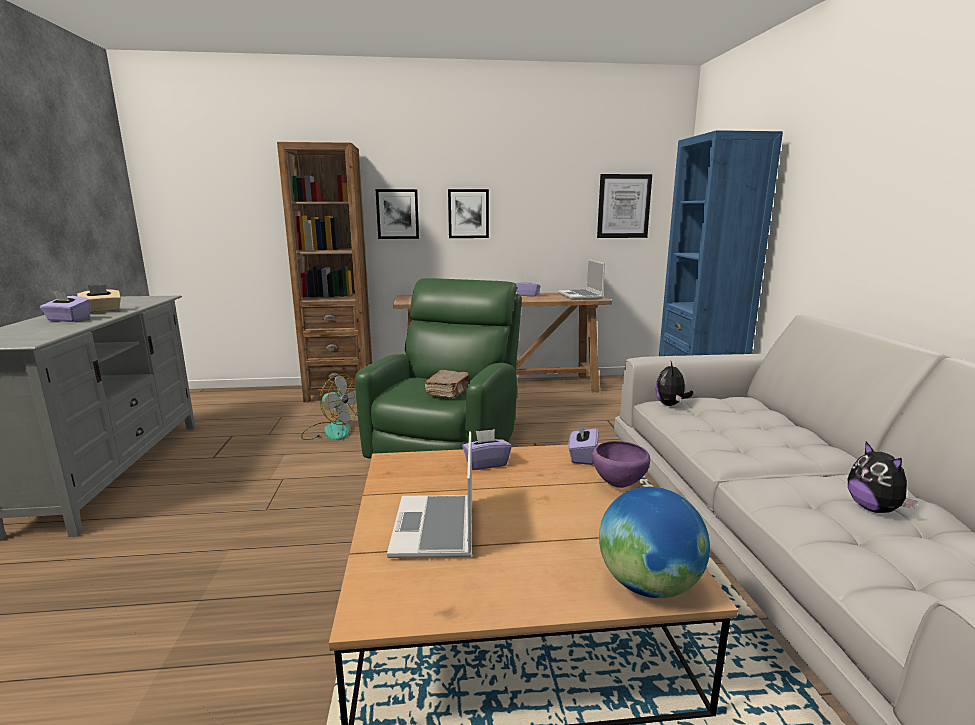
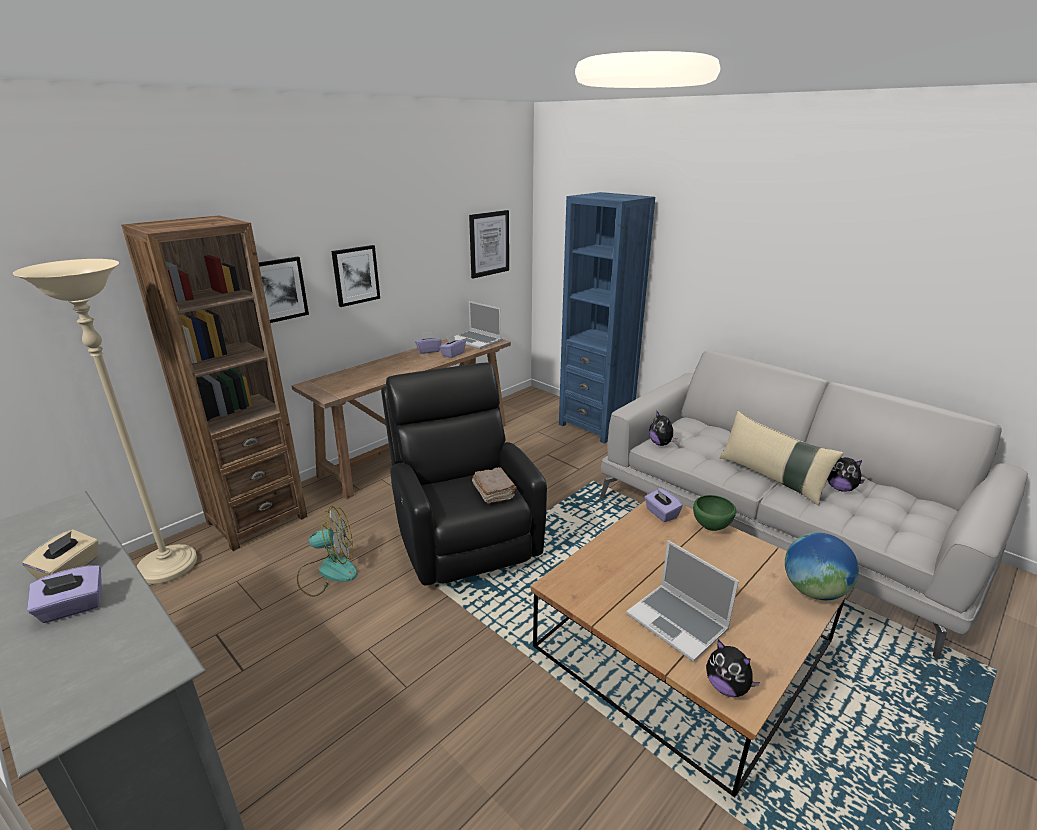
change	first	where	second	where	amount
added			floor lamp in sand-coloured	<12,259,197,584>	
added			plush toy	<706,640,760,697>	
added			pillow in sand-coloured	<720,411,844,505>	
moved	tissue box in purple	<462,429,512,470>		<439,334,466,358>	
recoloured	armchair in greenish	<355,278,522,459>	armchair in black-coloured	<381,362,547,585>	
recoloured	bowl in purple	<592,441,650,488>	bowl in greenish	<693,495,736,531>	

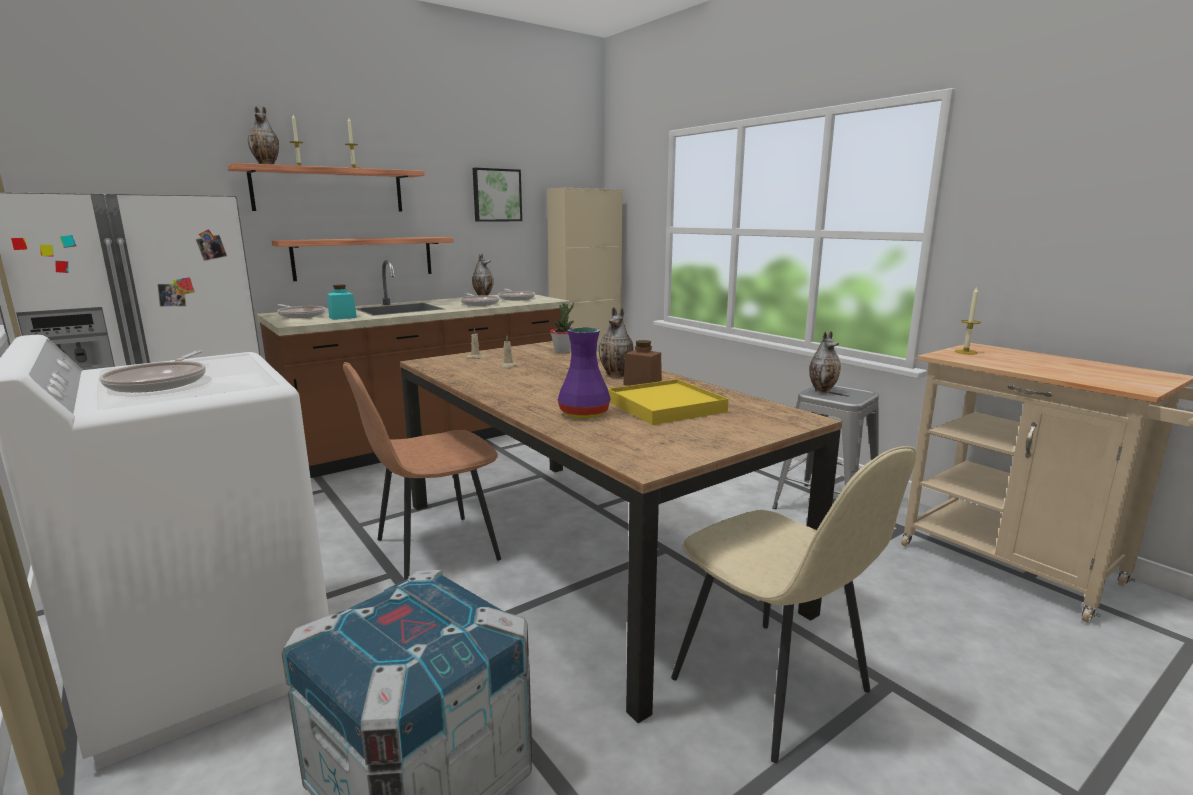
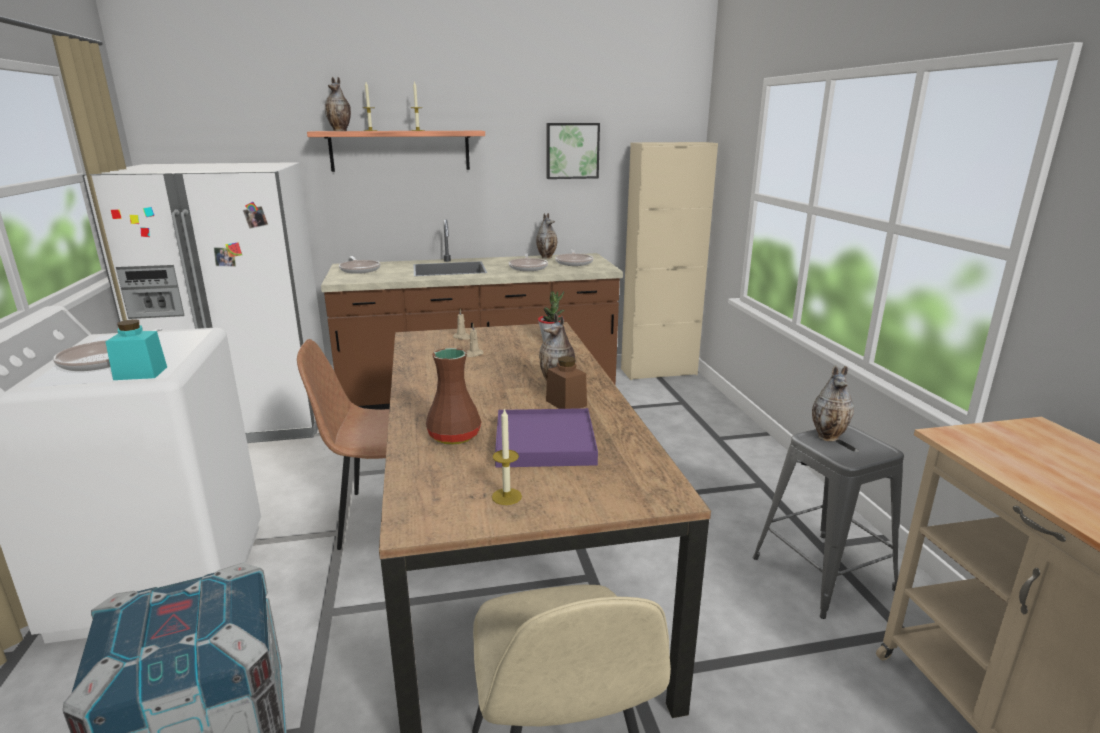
change	first	where	second	where	amount
removed	bracket shelf	<271,237,454,281>			
moved	storage jar in turquoise	<327,285,357,320>		<106,319,167,380>	
moved	wax light	<955,287,981,354>		<492,408,522,505>	
recoloured	decorative vase in purple	<558,327,611,418>	decorative vase in brownish	<426,348,481,445>	
recoloured	carrying tray in yellow-coloured	<608,379,729,425>	carrying tray in purple	<495,408,598,468>	

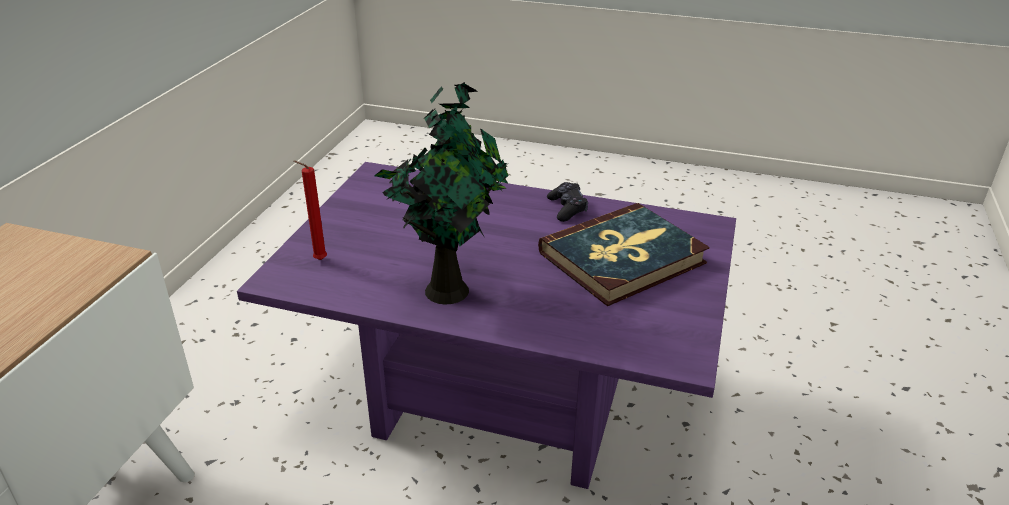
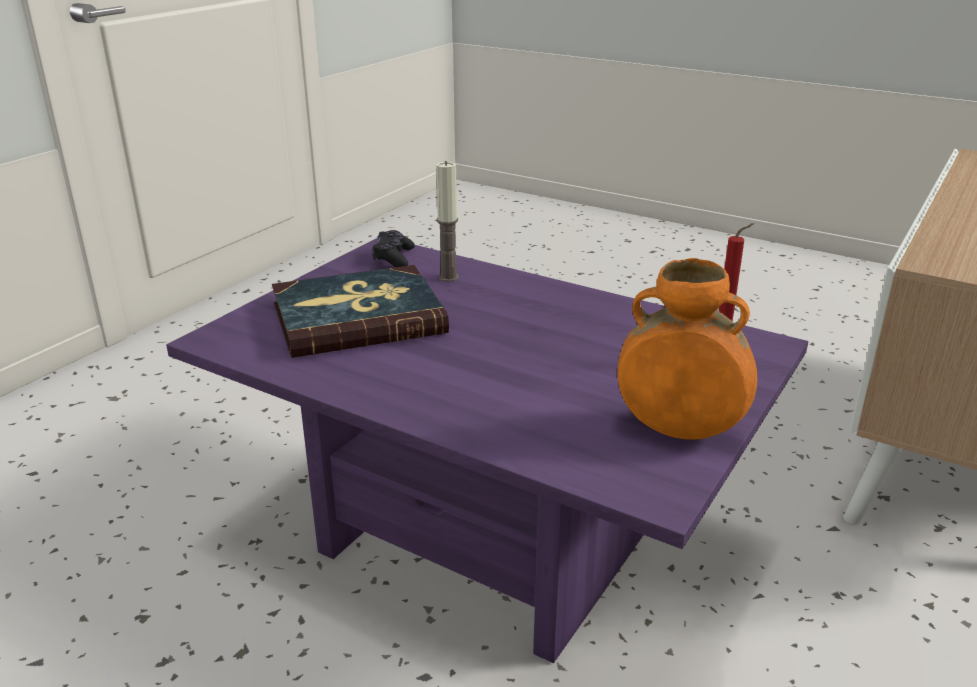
change	first	where	second	where	amount
removed	potted plant	<374,82,509,305>			
added			wax light	<436,161,459,282>	
added			decorative vase in orange-coloured	<617,258,757,440>	
moved	joypad in black-coloured	<547,182,588,222>		<372,230,415,267>	

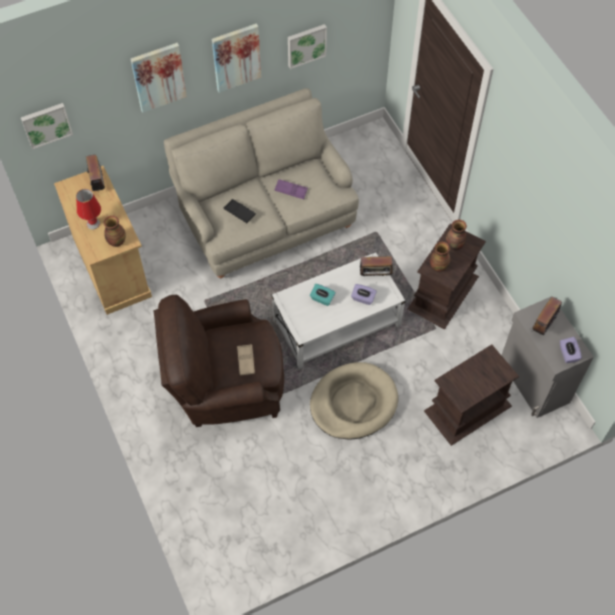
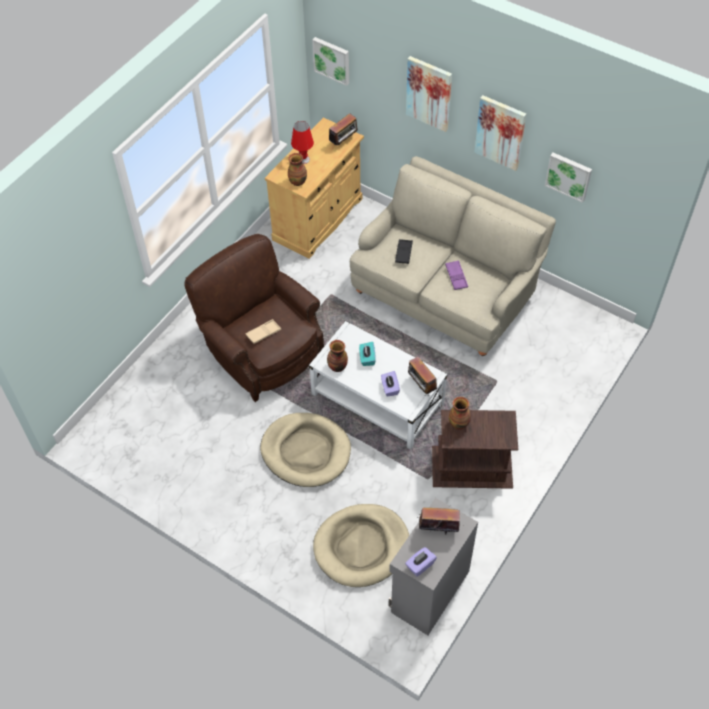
change	first	where	second	where	amount
moved	decorative vase	<446,219,467,251>		<327,340,348,372>	
replaced	end table in brownish	<424,344,519,446>	dog cushion in sand-coloured	<313,504,409,587>	

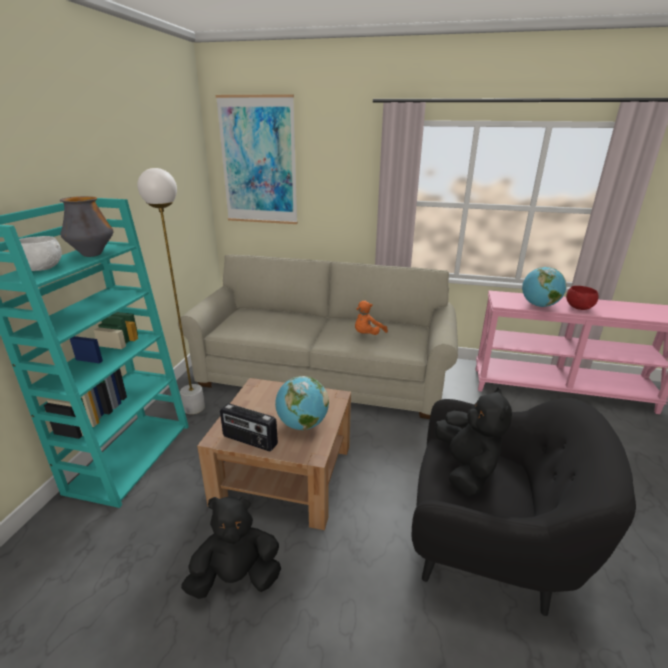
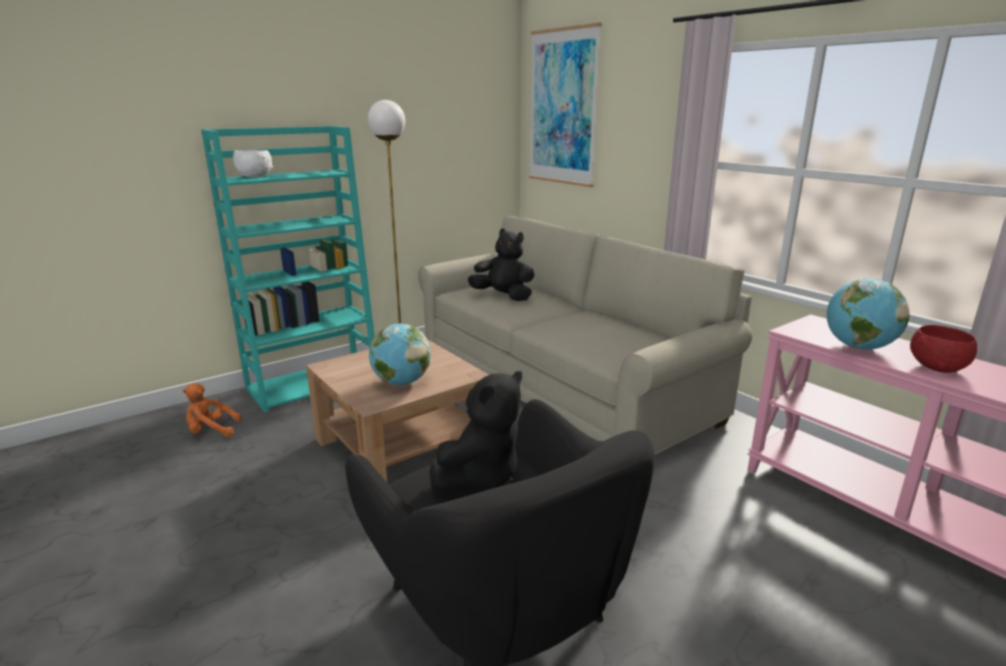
change	first	where	second	where	amount
removed	decorative vase	<60,196,113,257>			
removed	radio receiver	<220,403,278,451>			
moved	plush toy in black-coloured	<181,496,281,599>		<468,228,534,301>	
moved	plush toy in orange-coloured	<355,301,388,335>		<183,383,241,437>	

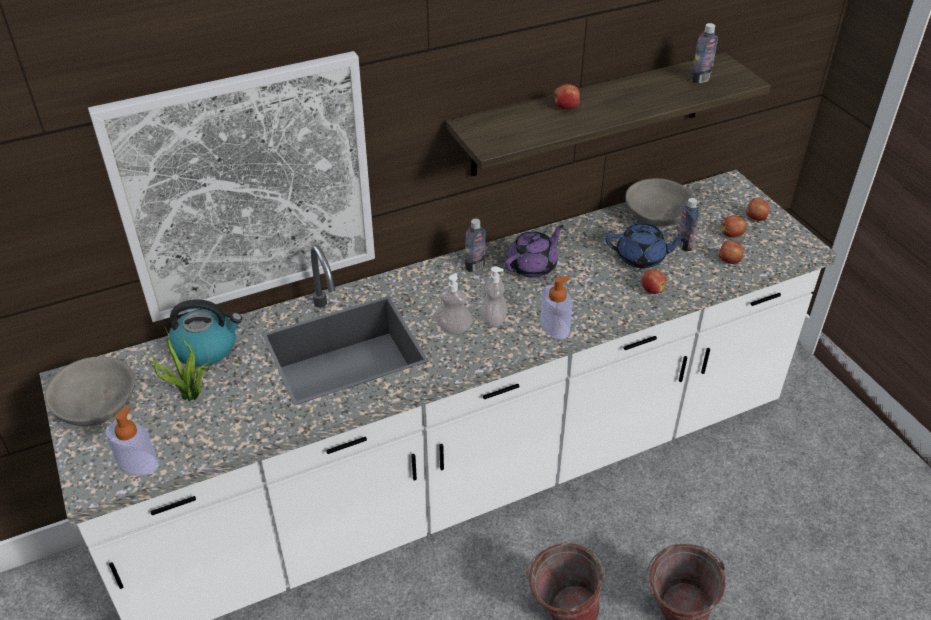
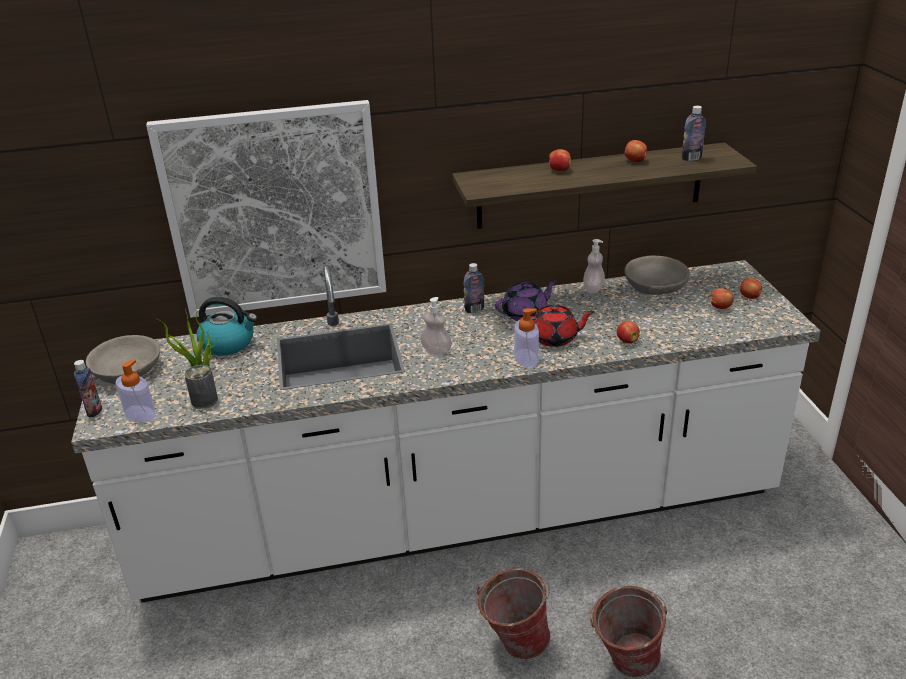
change	first	where	second	where	amount
removed	teapot in bluish	<606,223,687,268>			
added			sealed can	<184,365,218,409>	
added			teapot in red	<519,305,595,347>	
moved	soap bottle	<481,266,507,327>		<583,239,605,293>	
moved	drink bottle	<677,198,699,252>		<74,360,102,417>	
moved	apple fruit	<719,241,744,264>		<625,140,647,162>	

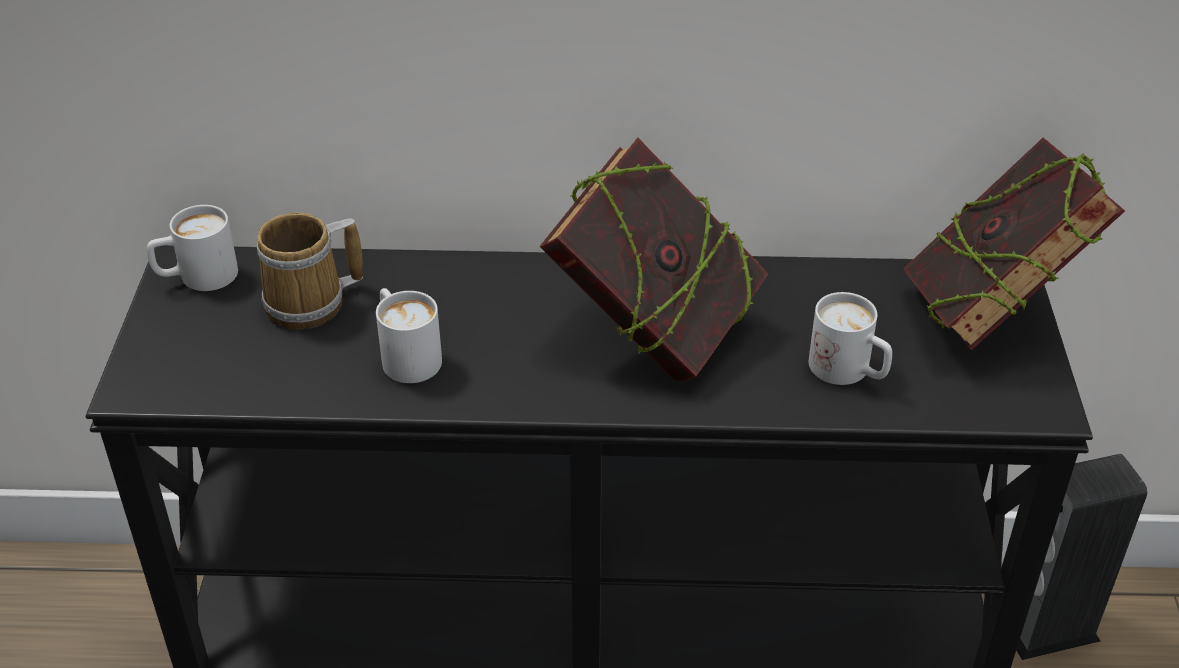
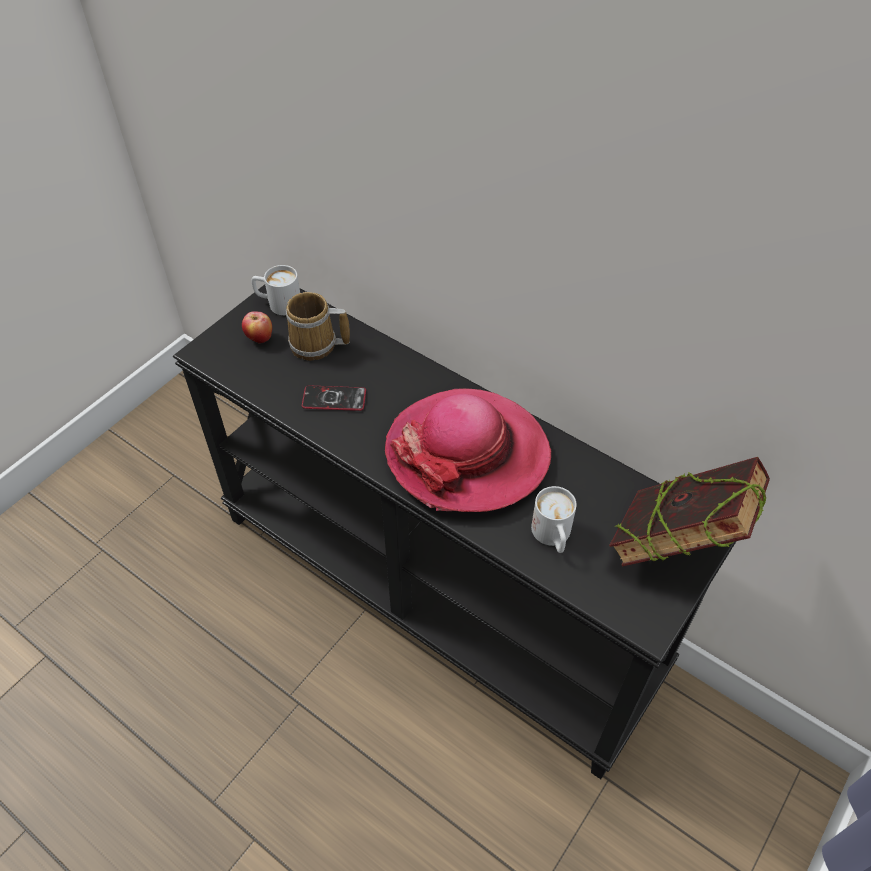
change	first	where	second	where	amount
removed	audio speaker	<1016,454,1147,660>			
added			apple fruit	<242,311,272,343>	
replaced	coffee mug in white	<376,288,442,383>	telephone	<302,386,366,411>	
replaced	bound book	<539,138,769,381>	hat	<385,388,551,512>	

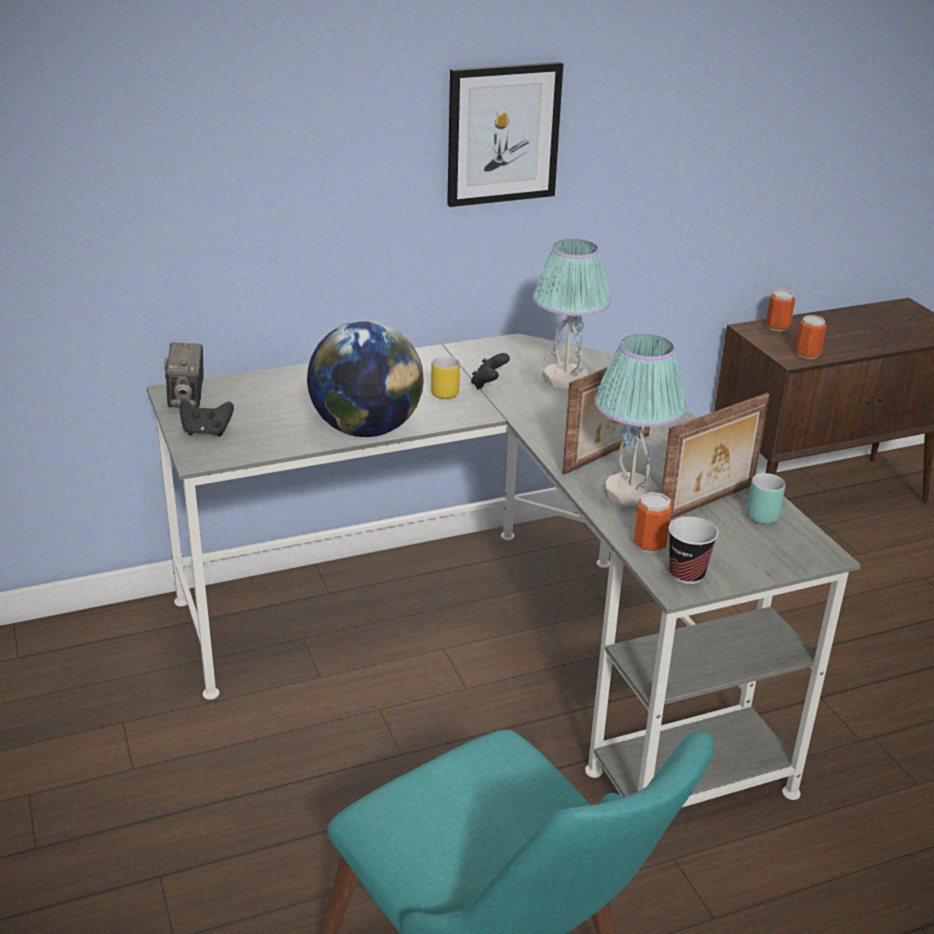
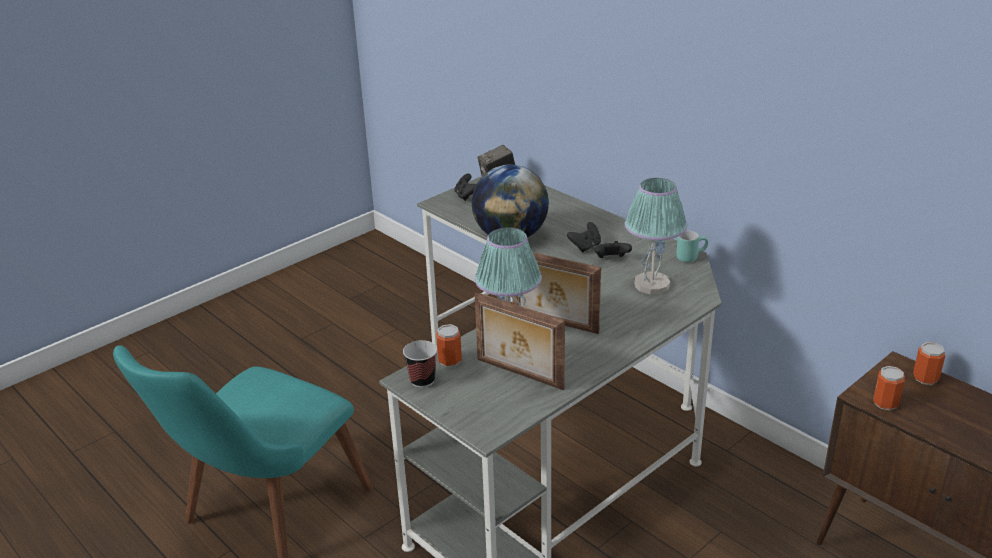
change	first	where	second	where	amount
removed	picture	<447,62,563,207>			
moved	coffee mug in turquoise	<747,473,785,524>		<676,231,708,262>	
replaced	coffee mug in yellow-coloured	<431,356,460,399>	joypad in black-coloured	<567,222,601,253>	

